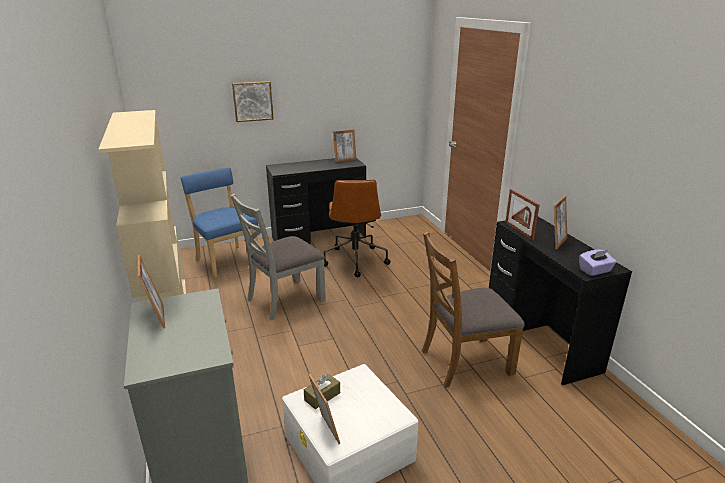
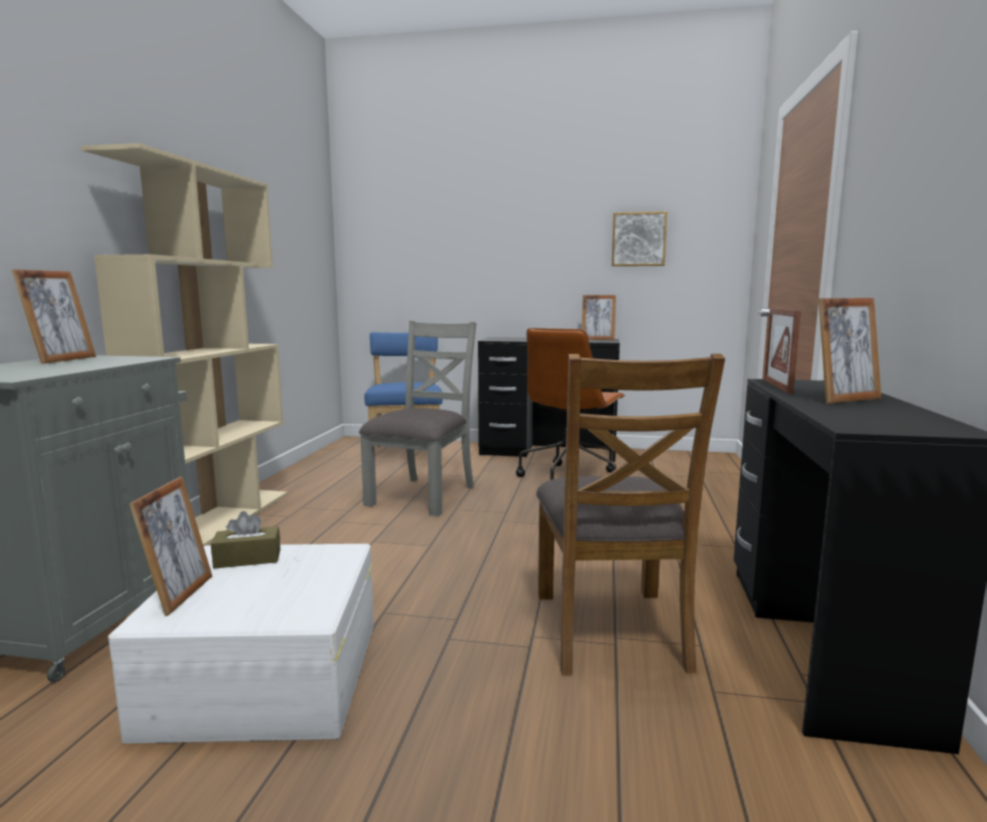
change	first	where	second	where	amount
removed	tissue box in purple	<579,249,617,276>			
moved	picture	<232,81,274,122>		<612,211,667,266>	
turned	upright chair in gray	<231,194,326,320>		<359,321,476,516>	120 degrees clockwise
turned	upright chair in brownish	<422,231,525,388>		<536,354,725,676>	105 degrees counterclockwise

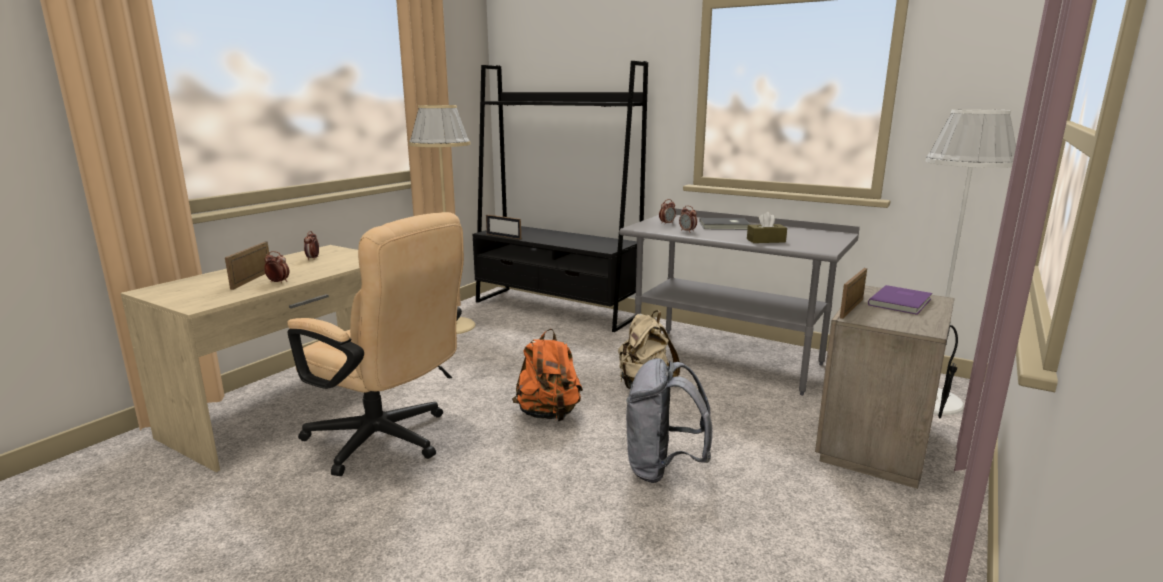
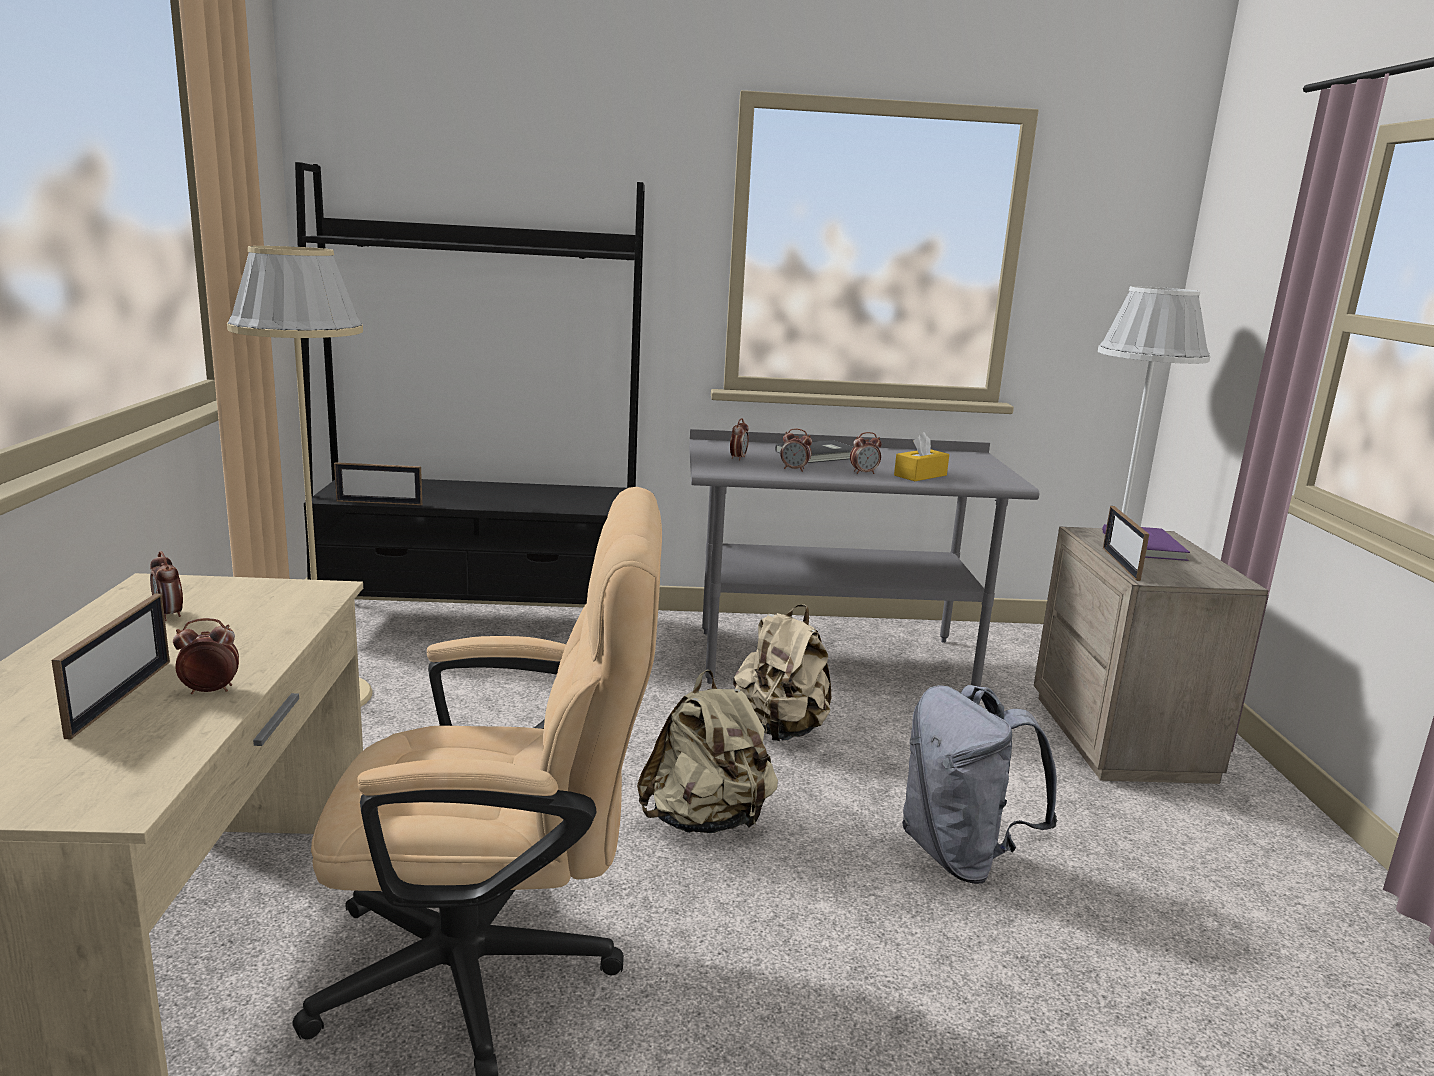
change	first	where	second	where	amount
added			alarm clock	<850,432,882,474>	
recoloured	backpack in orange-coloured	<512,329,583,421>	backpack in sand-coloured	<637,670,778,833>	
recoloured	tissue box in brownish	<747,212,787,243>	tissue box in yellow-coloured	<894,432,949,481>	
turned	standing frame	<225,242,270,290>		<51,594,170,739>	150 degrees counterclockwise

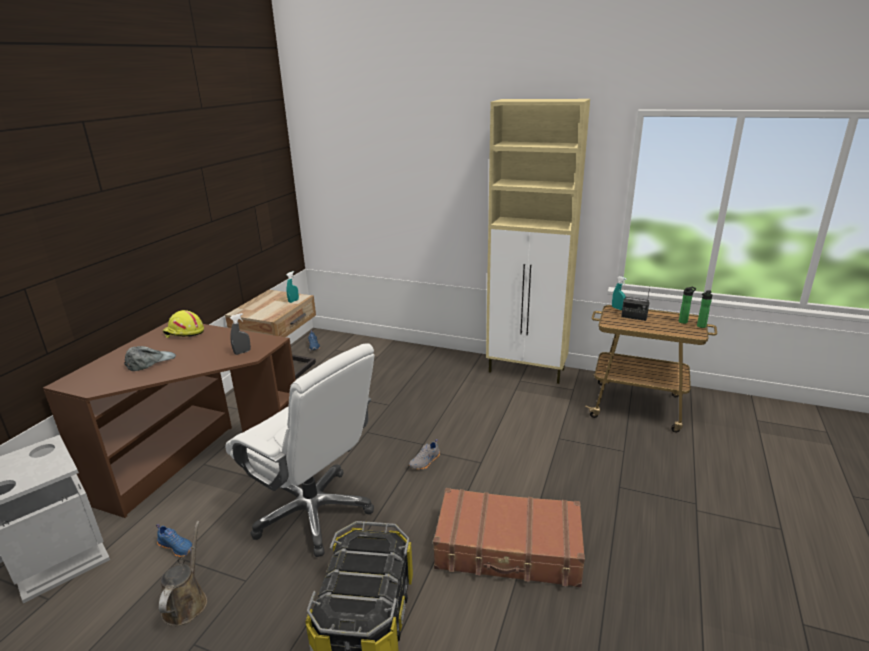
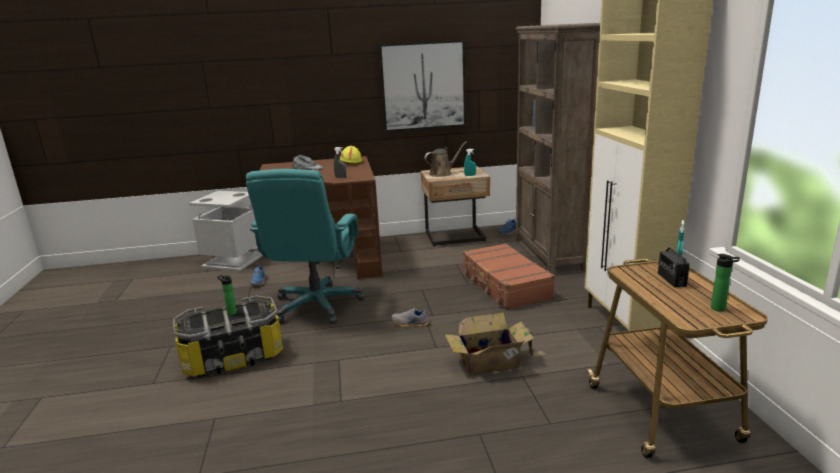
change	first	where	second	where	amount
added			picture	<379,40,466,132>	
added			cardboard box	<445,312,547,375>	
added			shelving unit in brownish	<516,23,600,275>	
moved	sprinkling can in brownish	<159,521,207,626>		<424,142,467,177>	
moved	piece of luggage in brownish	<433,488,585,587>		<463,243,555,310>	
moved	drink bottle	<697,290,712,328>		<217,275,237,315>	
recoloured	computer chair in white	<226,343,374,557>	computer chair in turquoise	<246,169,365,324>	

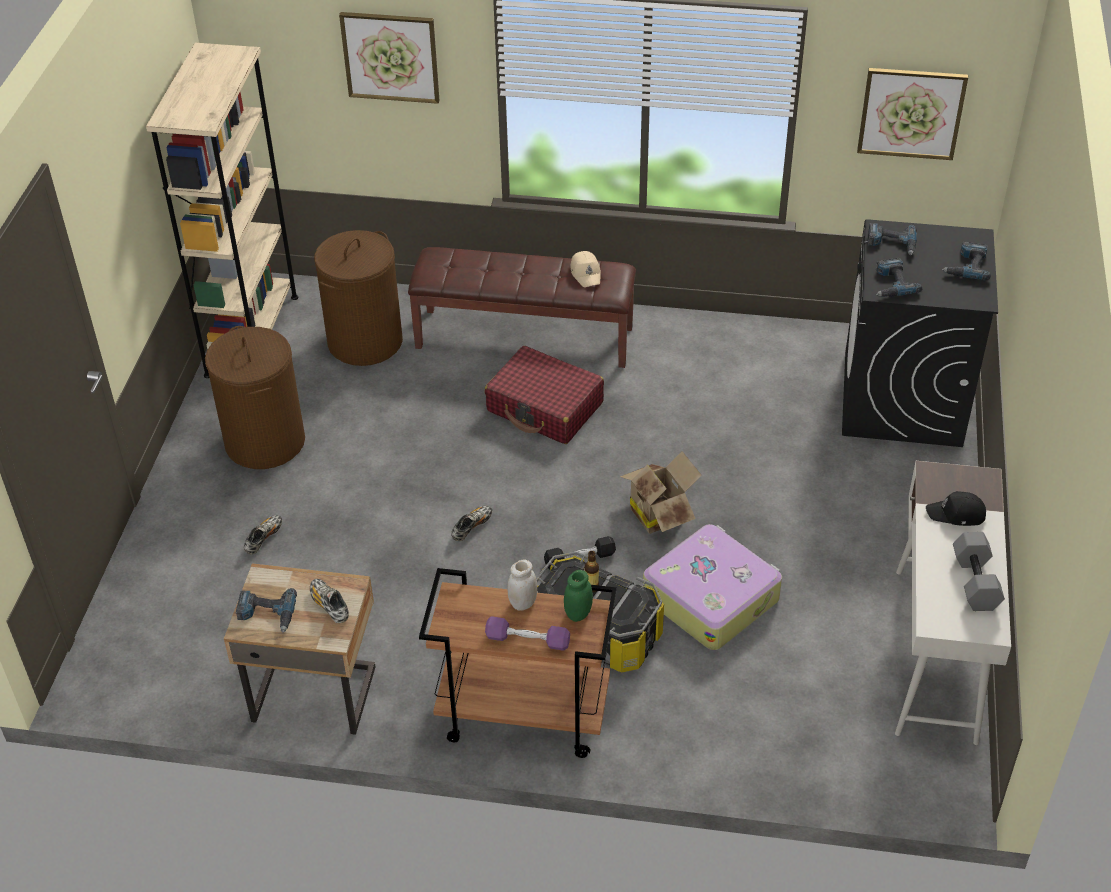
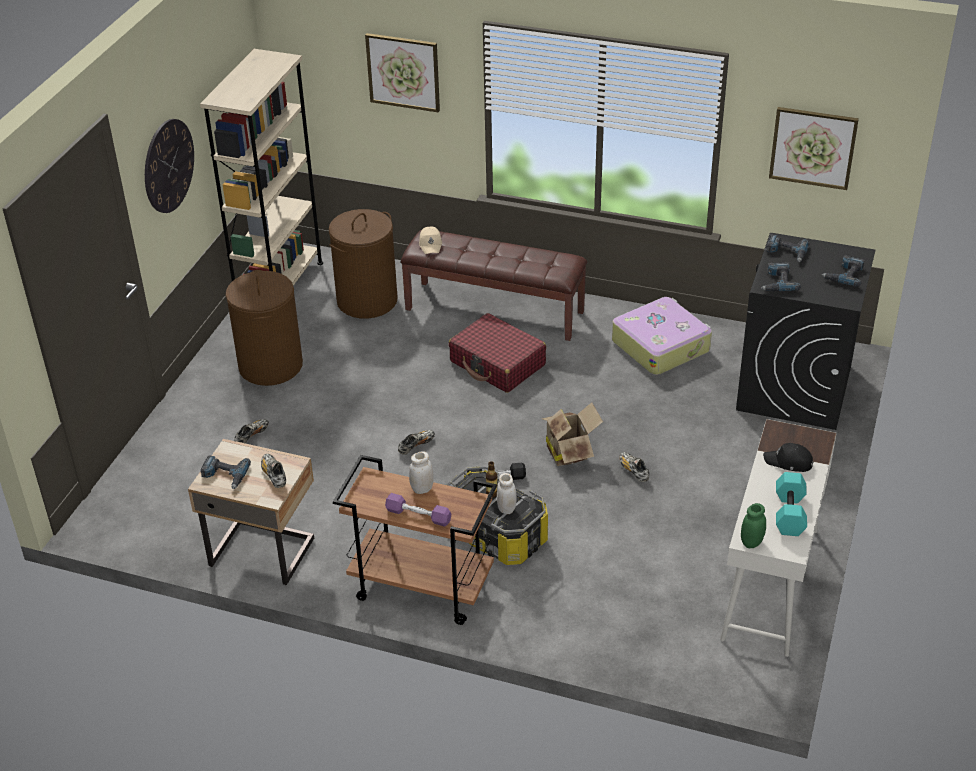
change	first	where	second	where	amount
added			wall clock	<145,119,194,213>	
added			storage jar in white	<497,473,517,514>	
added			low shoe	<619,452,649,482>	
moved	storage jar in greenish	<564,570,593,622>		<741,503,766,549>	
moved	cap in sand-coloured	<570,251,601,287>		<419,227,442,254>	
moved	piece of luggage	<643,524,782,650>		<612,297,712,375>	
recoloured	hand weight in gray	<953,532,1005,611>	hand weight in turquoise	<776,472,807,536>	

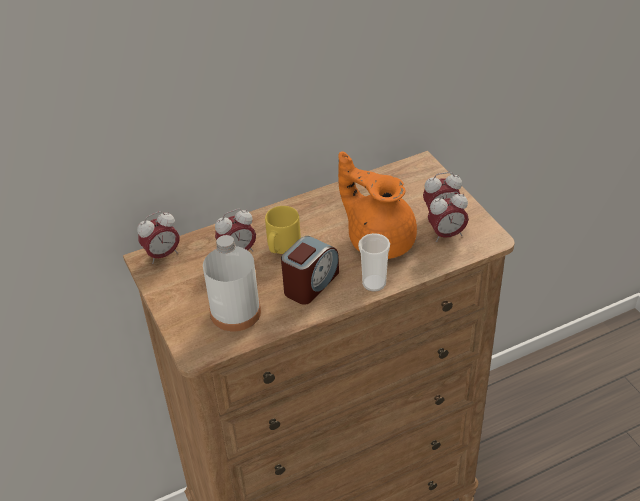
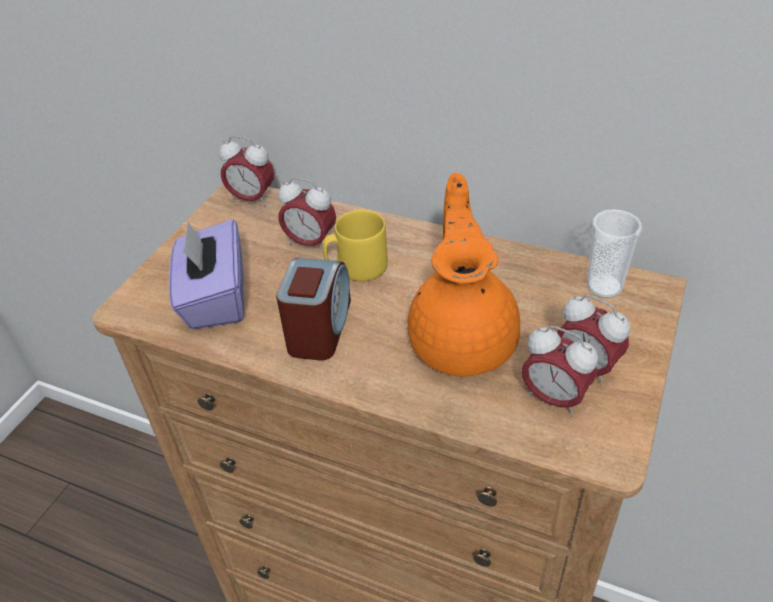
change	first	where	second	where	amount
moved	cup	<358,233,390,292>		<587,209,642,298>	
replaced	drink bottle in white	<203,235,261,331>	tissue box in purple	<169,219,244,329>	
turned	alarm clock	<281,236,339,305>		<276,258,351,361>	75 degrees counterclockwise

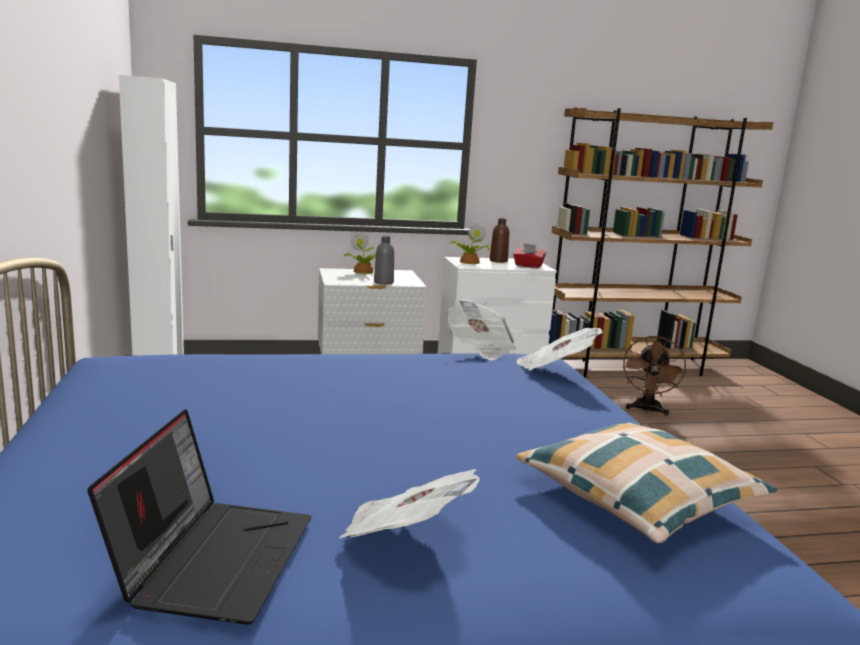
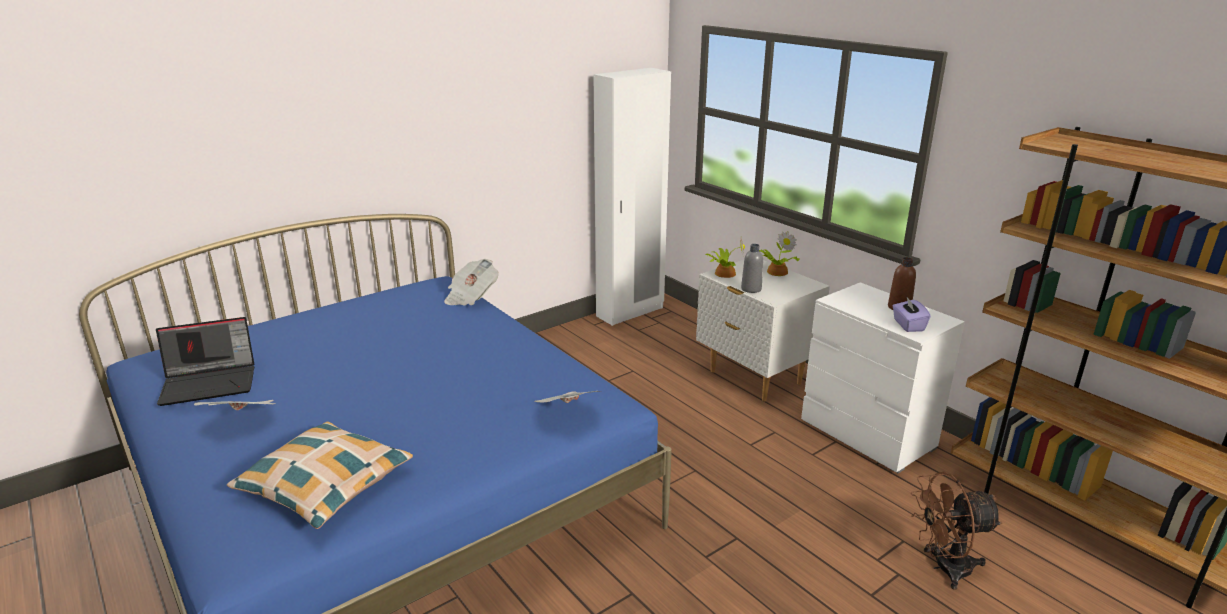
change	first	where	second	where	amount
moved	daily paper	<446,299,517,360>		<444,259,499,306>	
moved	potted plant	<449,223,491,264>		<706,237,745,278>	
recoloured	tissue box in red	<513,243,546,268>	tissue box in purple	<893,298,931,332>	

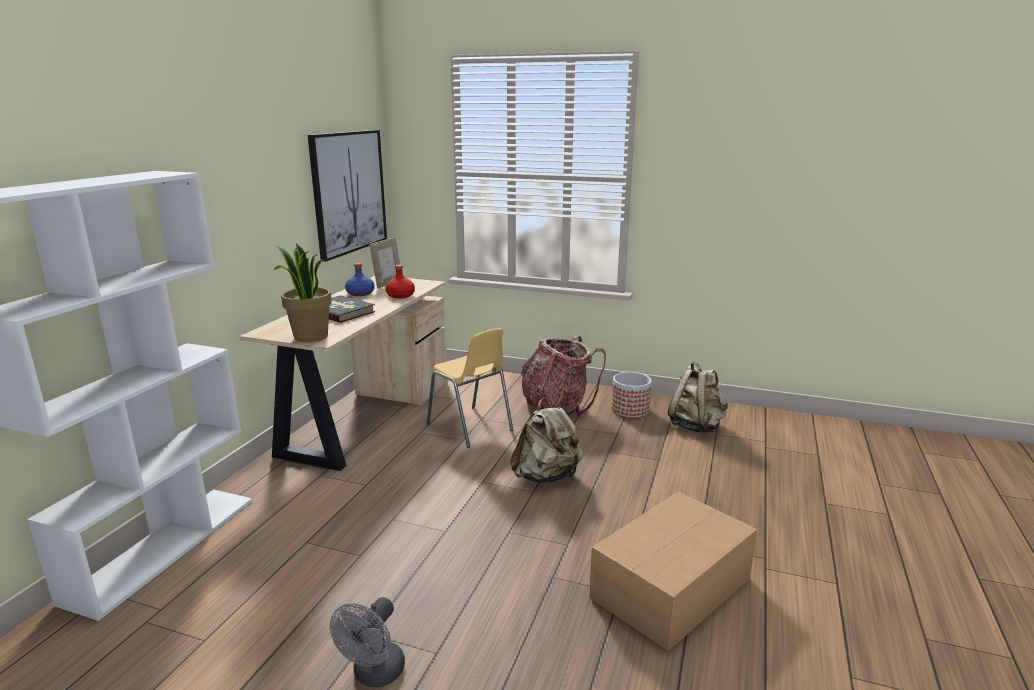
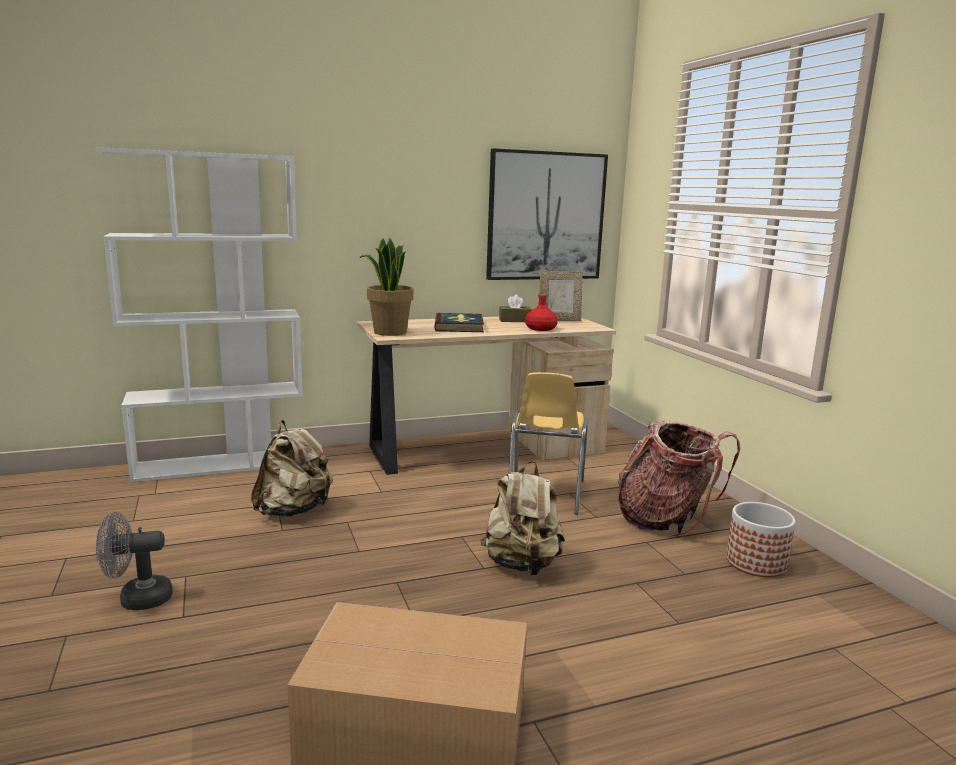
change	first	where	second	where	amount
moved	backpack in sand-coloured	<668,362,728,433>		<251,420,333,517>	
replaced	drink bottle in bluish	<345,263,375,296>	tissue box in brownish	<499,295,532,322>	

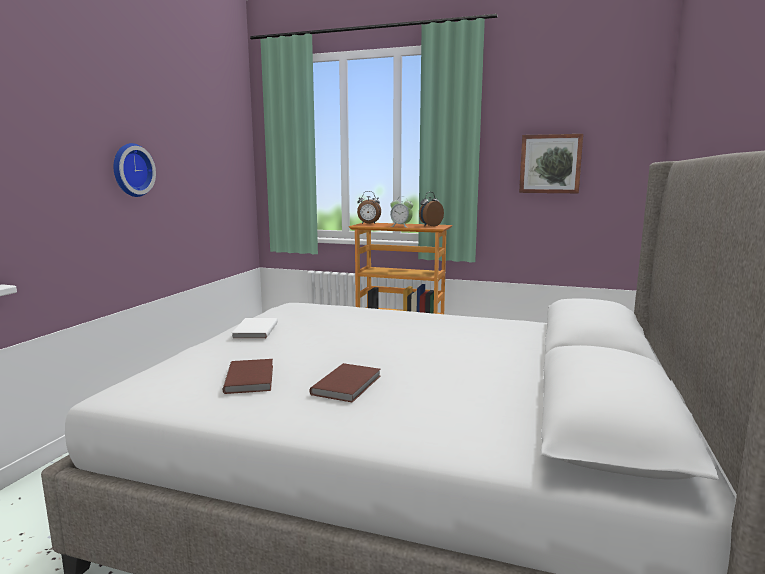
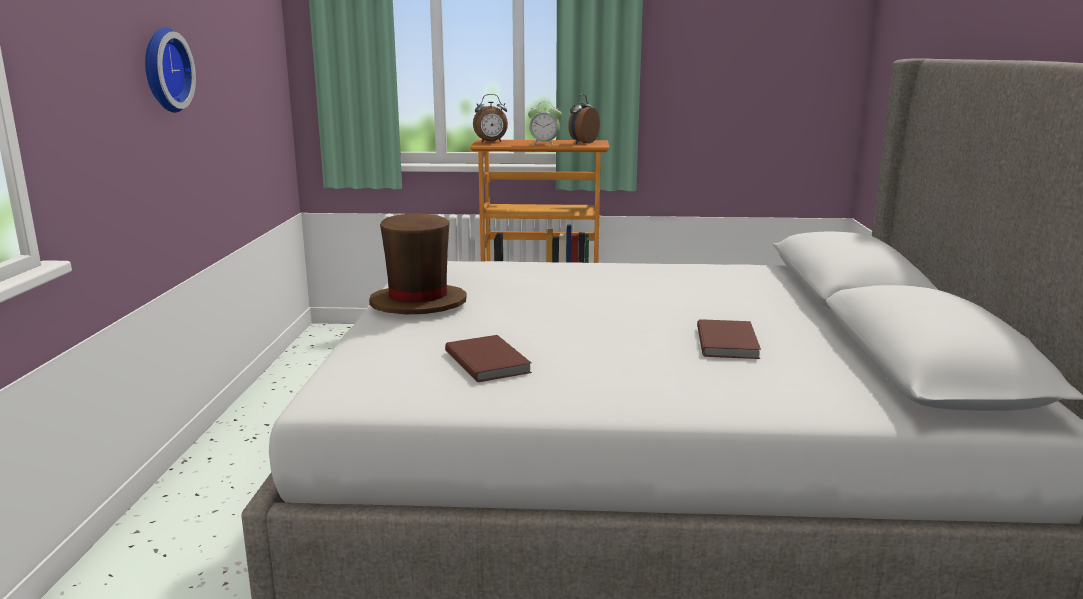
change	first	where	second	where	amount
removed	picture	<519,134,583,193>			
moved	bound book in brownish	<309,363,380,403>		<697,319,761,359>	
replaced	bound book in white	<232,318,278,339>	hat in brownish	<369,213,467,314>	

